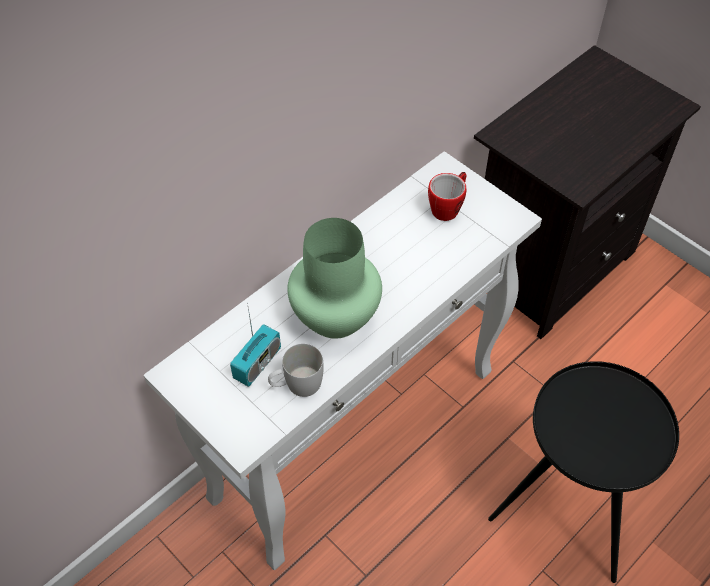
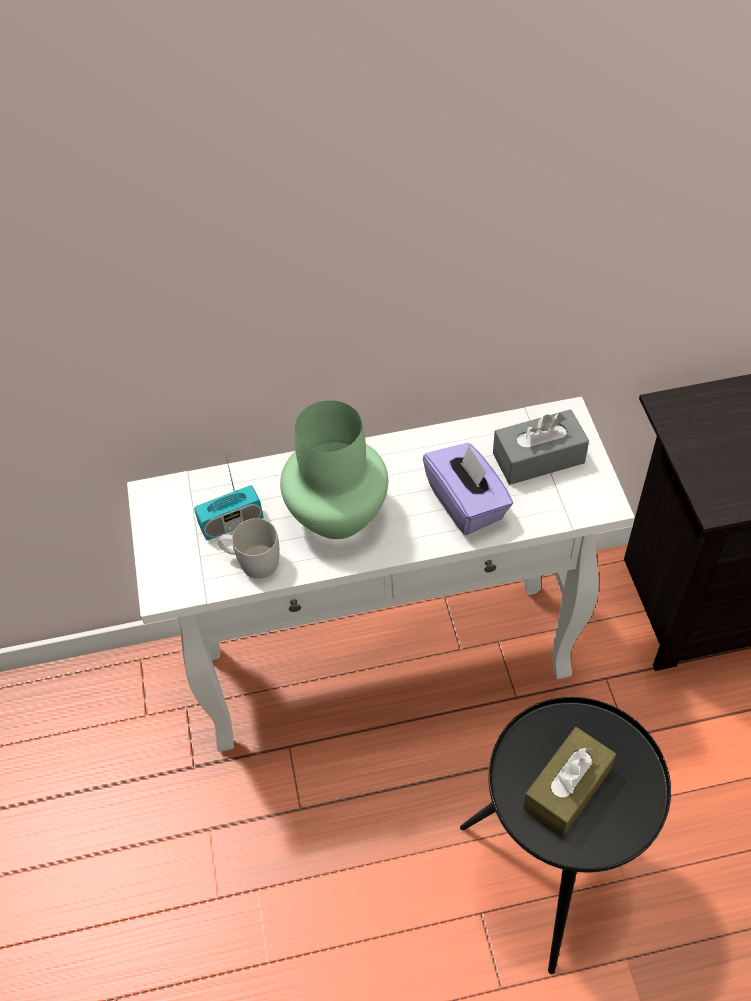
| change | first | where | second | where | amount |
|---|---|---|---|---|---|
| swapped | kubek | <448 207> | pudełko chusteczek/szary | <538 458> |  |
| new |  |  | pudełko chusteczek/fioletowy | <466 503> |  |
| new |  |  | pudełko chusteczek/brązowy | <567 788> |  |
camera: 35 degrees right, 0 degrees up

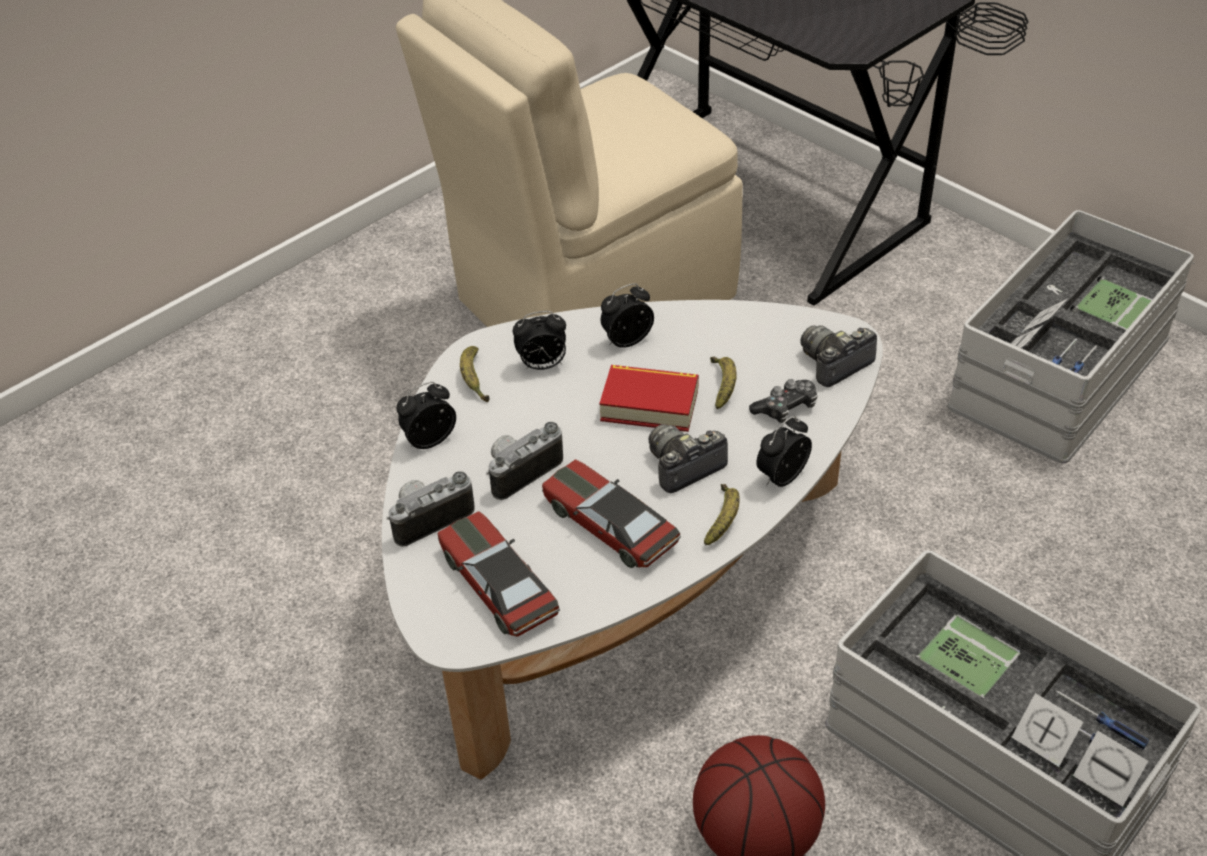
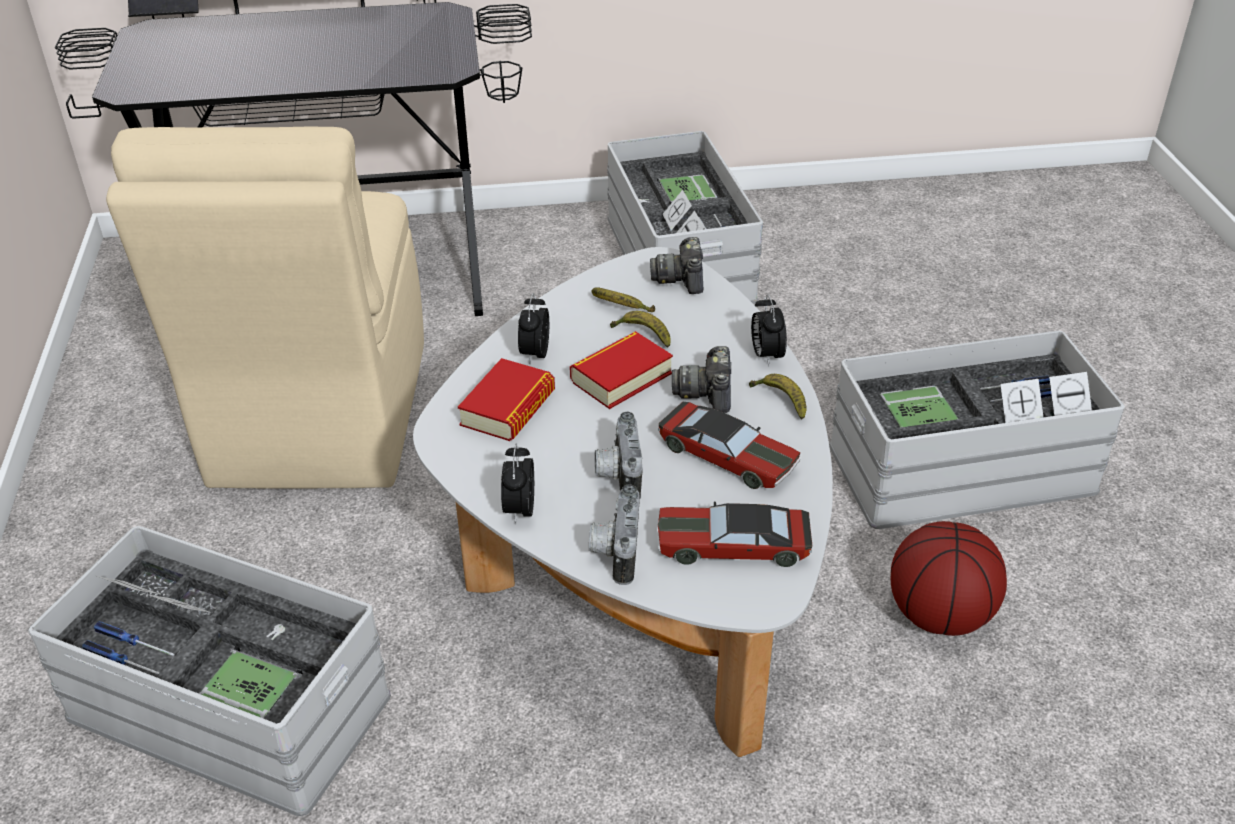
| change | first | where | second | where | amount |
|---|---|---|---|---|---|
| shifted | banan | <474 379> |  | <620 308> |  |
| swapped | budzik | <542 365> | książka | <508 408> |  |
| rotated | samochodzik | <610 524> |  | <728 456> | 135 degrees counterclockwise |
| gone | pad do gier | <786 408> |  |  |  |
| new |  |  | pojemnik do przechowywania/szary | <226 707> |  |
camera: 55 degrees left, 5 degrees down

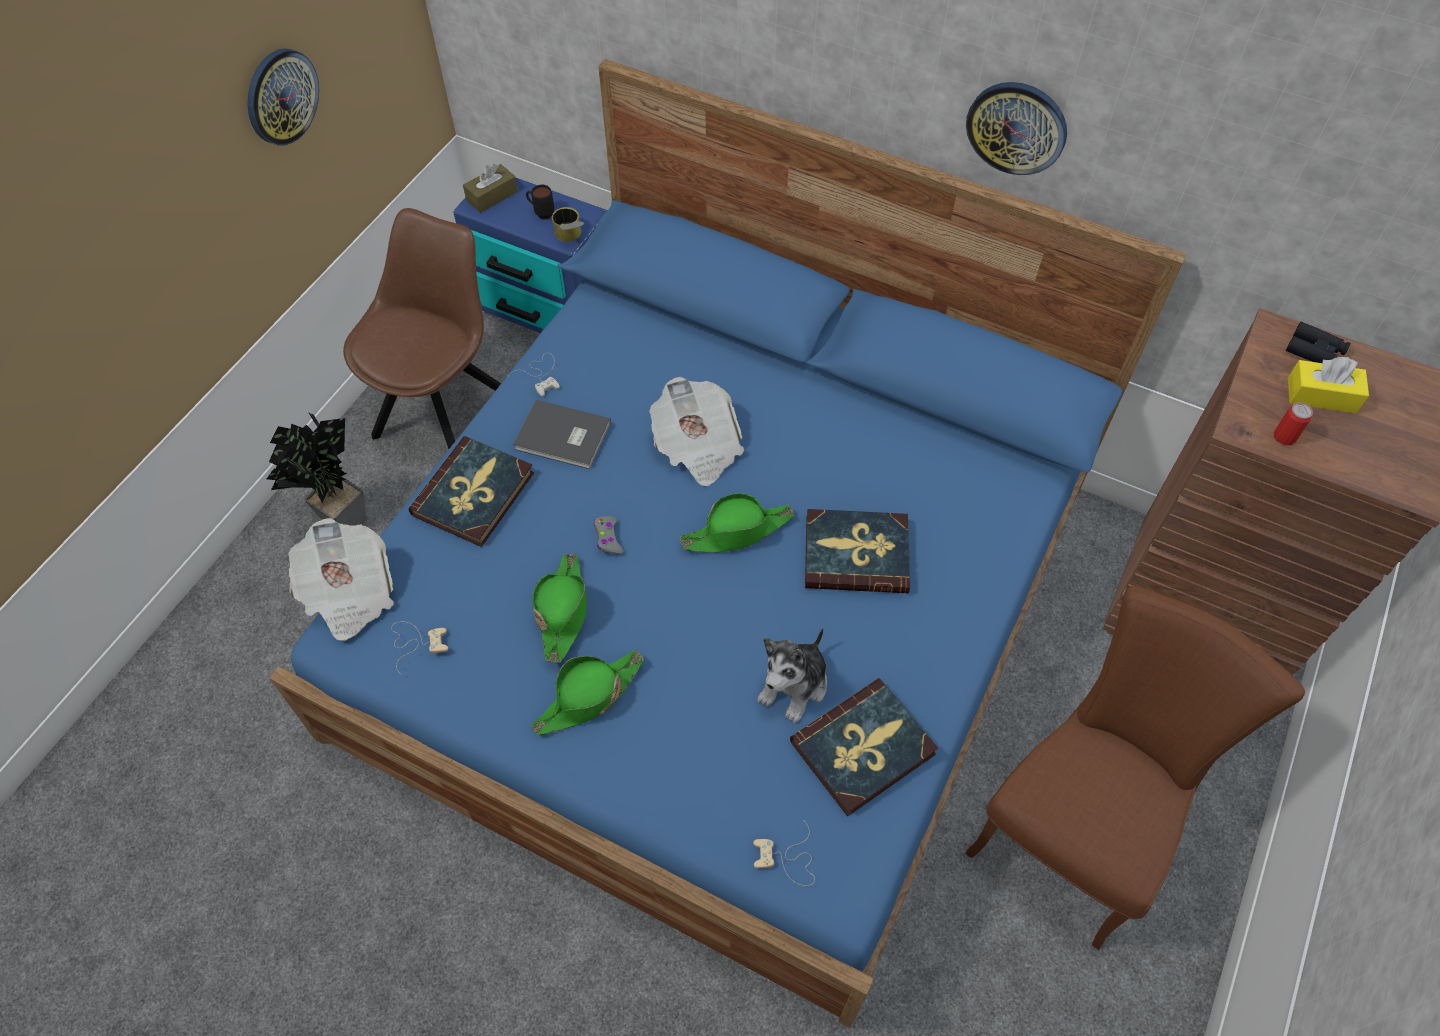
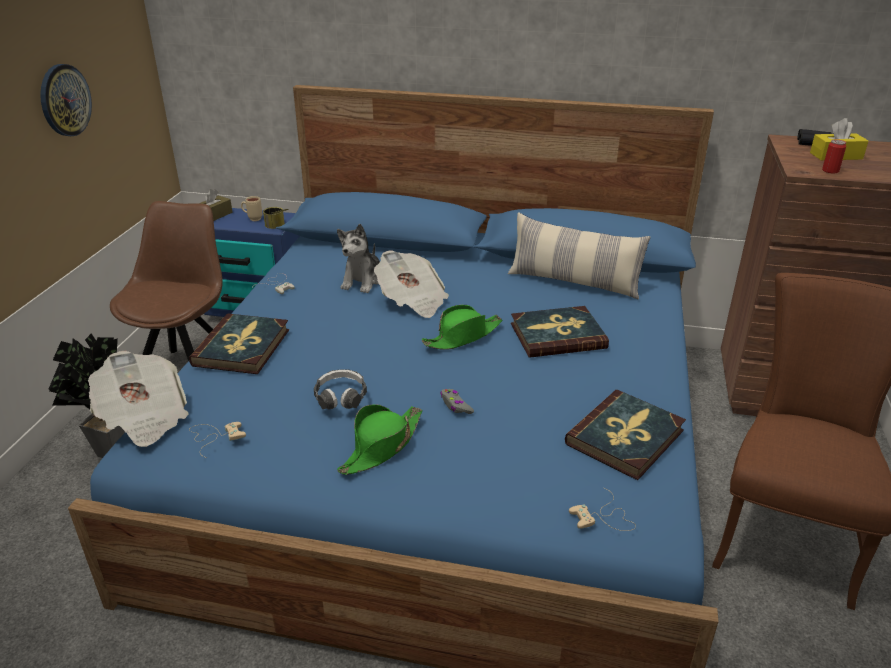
| change | first | where | second | where | amount |
|---|---|---|---|---|---|
| gone | książka/szary | <563 438> |  |  |  |
| repainted | kubek/czarny | <541 213> | kubek/beżowy | <252 219> |  |
| swapped | kapelusz/zielony | <563 610> | słuchawki | <341 396> |  |
| shifted | pad do gier/szary | <608 538> |  | <455 405> |  |
| shifted | pluszak | <794 685> |  | <363 281> |  |
| gone | zegar ścienny | <1017 127> |  |  |  |
| new |  |  | poduszka | <573 282> |  |
camera: 15 degrees left, 25 degrees down

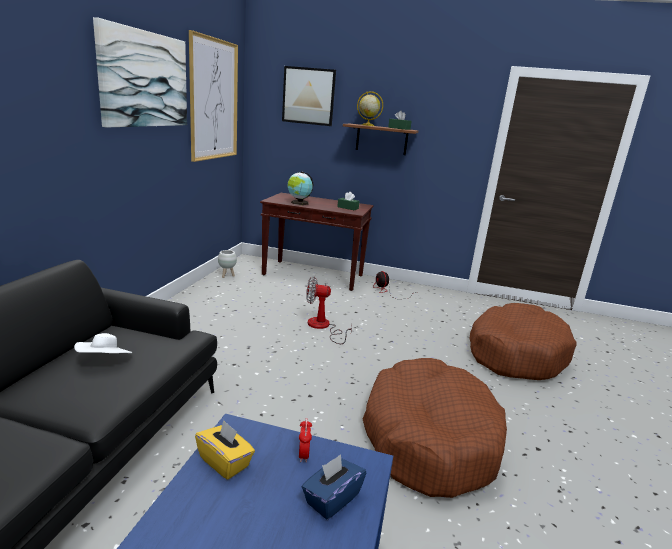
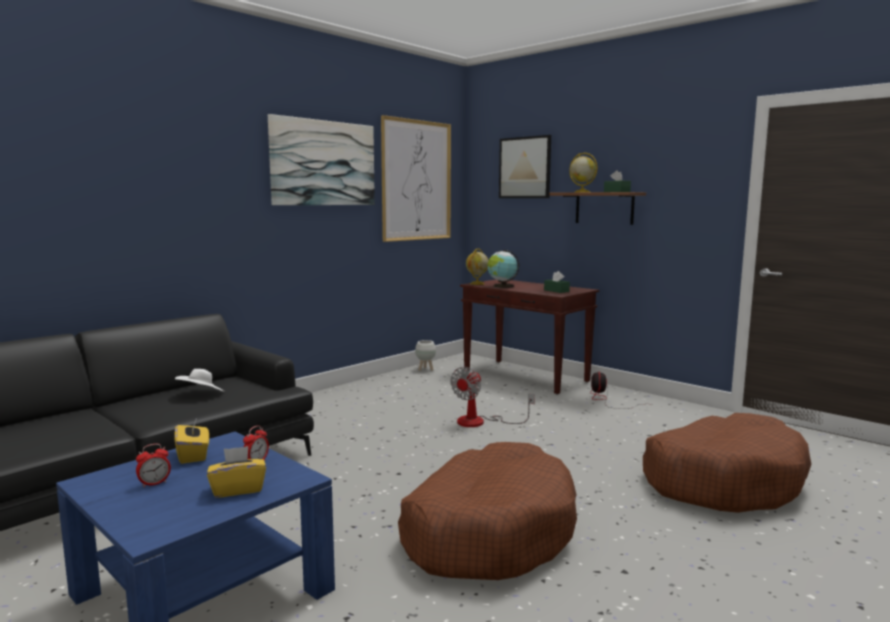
| change | first | where | second | where | amount |
|---|---|---|---|---|---|
| repainted | pudełko chusteczek/niebieski | <331 499> | pudełko chusteczek/żółty | <238 489> |  |
| rotated | wentylator | <323 327> |  | <480 422> | 90 degrees counterclockwise |
| new |  |  | budzik | <154 483> |  |
| new |  |  | globus | <477 284> |  |
camera: 30 degrees right, 10 degrees down

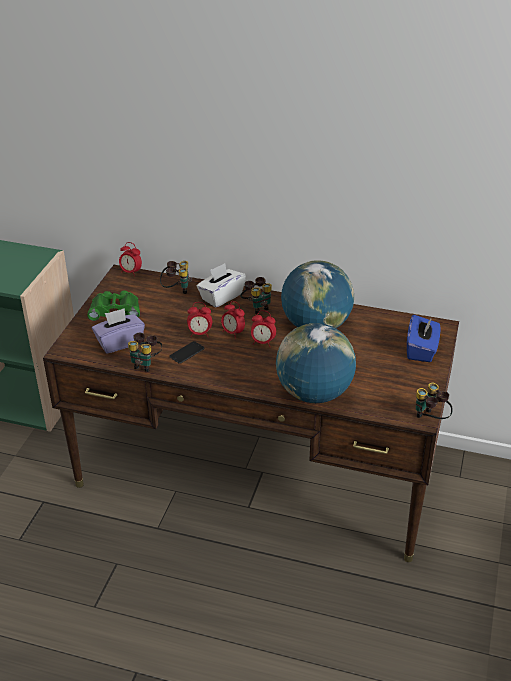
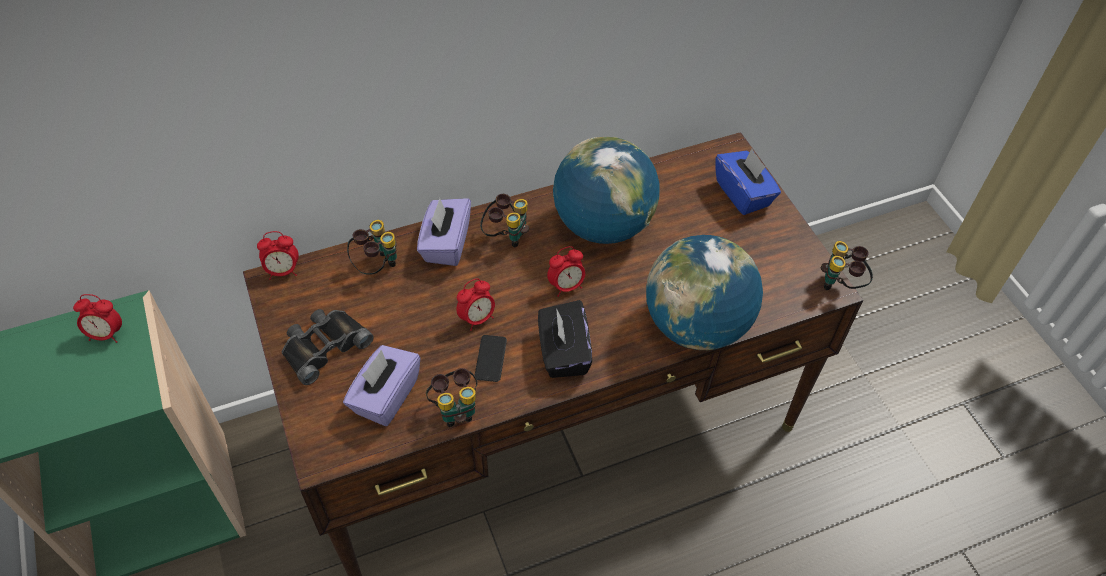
| change | first | where | second | where | amount |
|---|---|---|---|---|---|
| repainted | lornetka/zielony | <115 309> | lornetka/czarny | <324 346> |  |
| repainted | pudełko chusteczek/biały | <221 296> | pudełko chusteczek/fioletowy | <446 244> |  |
| shifted | budzik | <233 333> |  | <106 334> |  |
| new |  |  | pudełko chusteczek/czarny | <563 353> |  |
camera: 40 degrees left, 15 degrees up

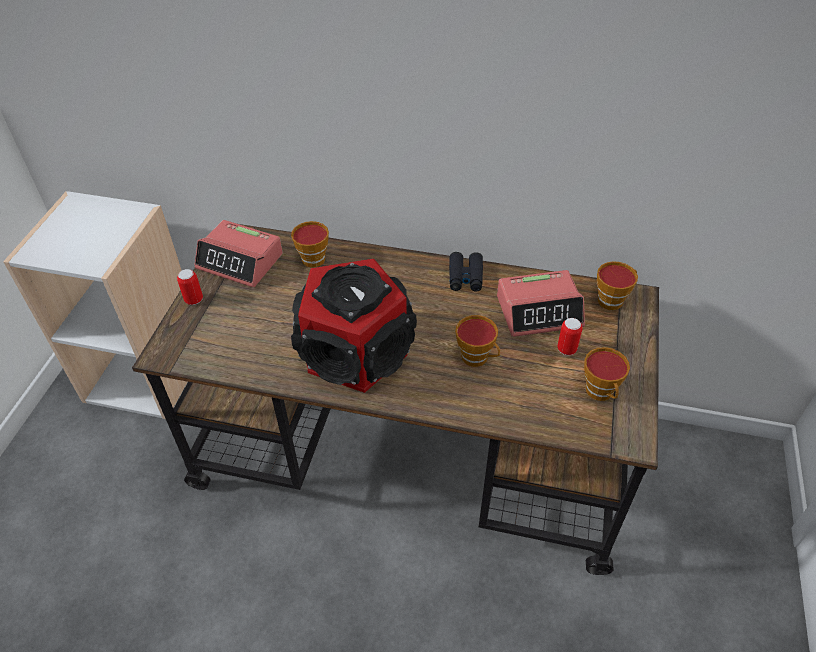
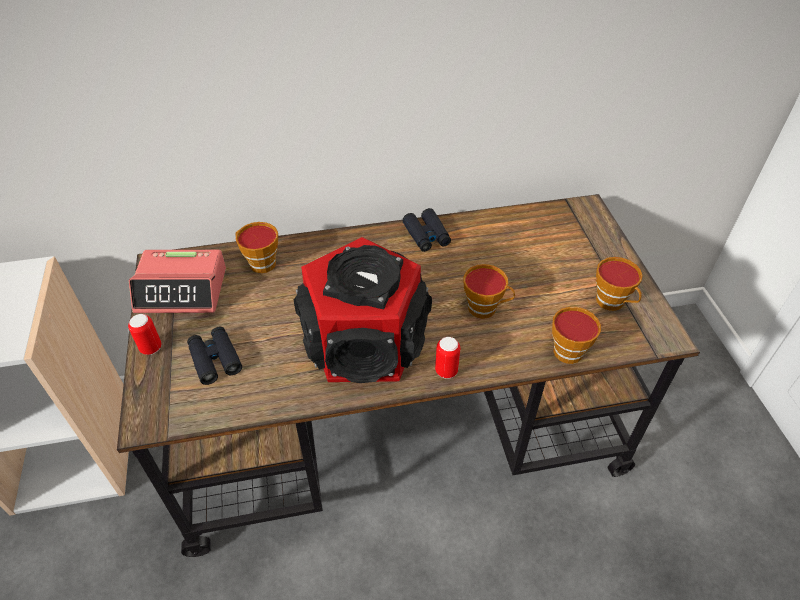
| change | first | where | second | where | amount |
|---|---|---|---|---|---|
| gone | budzik | <539 311> |  |  |  |
| shifted | puszka | <566 349> |  | <446 371> |  |
| shifted | filiżanka | <612 299> |  | <569 349> |  |
| new |  |  | lornetka/czarny | <215 359> |  |
camera: 25 degrees left, 0 degrees up

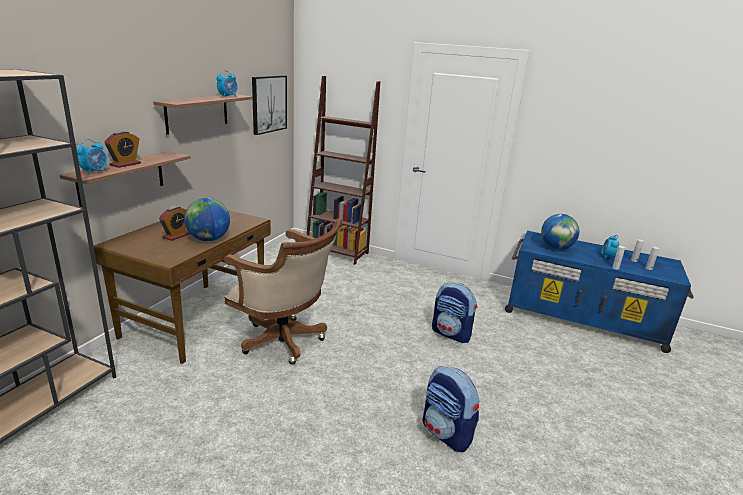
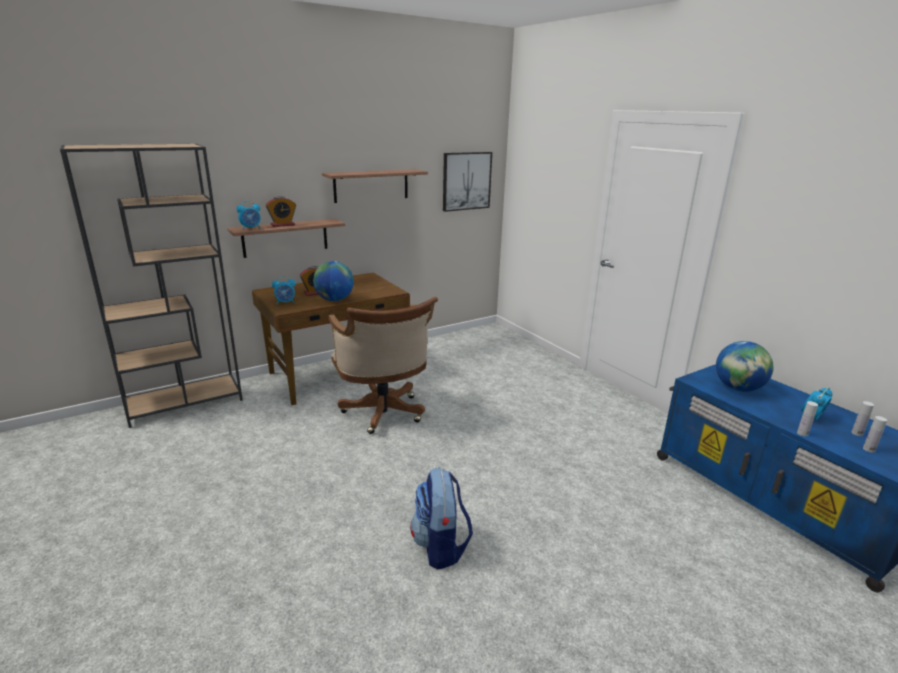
| change | first | where | second | where | amount |
|---|---|---|---|---|---|
| shifted | budzik | <228 97> |  | <285 302> |  |
| gone | regał/brązowy | <337 252> |  |  |  |
| gone | plecak | <451 334> |  |  |  |
camera: 35 degrees right, 0 degrees up

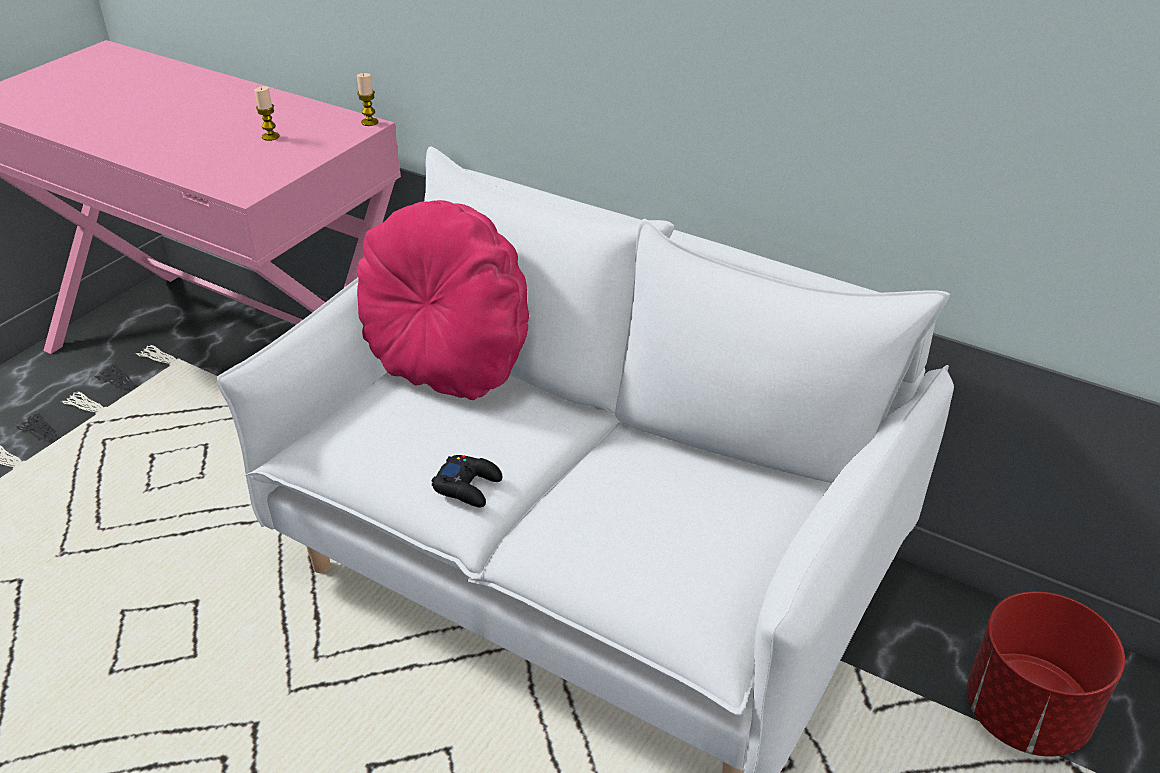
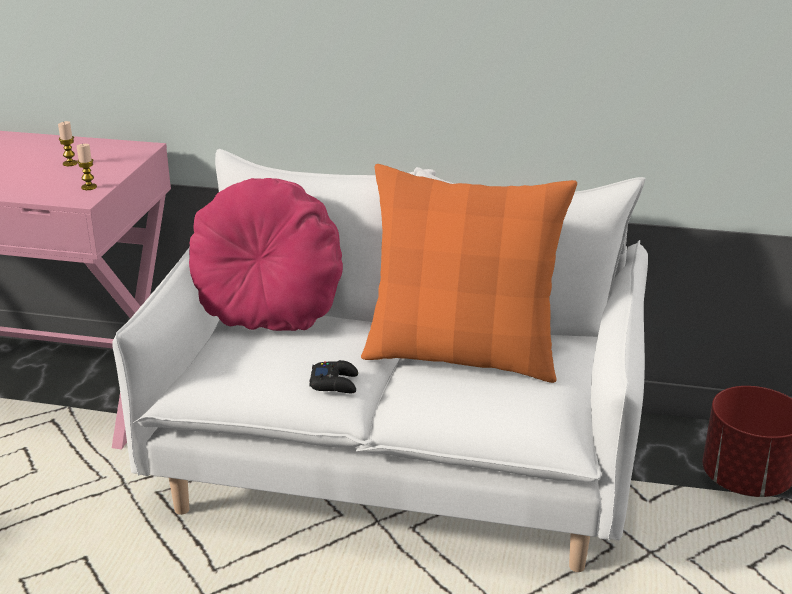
| change | first | where | second | where | amount |
|---|---|---|---|---|---|
| shifted | świeca | <369 122> |  | <89 187> |  |
| new |  |  | poduszka/pomarańczowy | <461 355> |  |
camera: 20 degrees left, 10 degrees down

